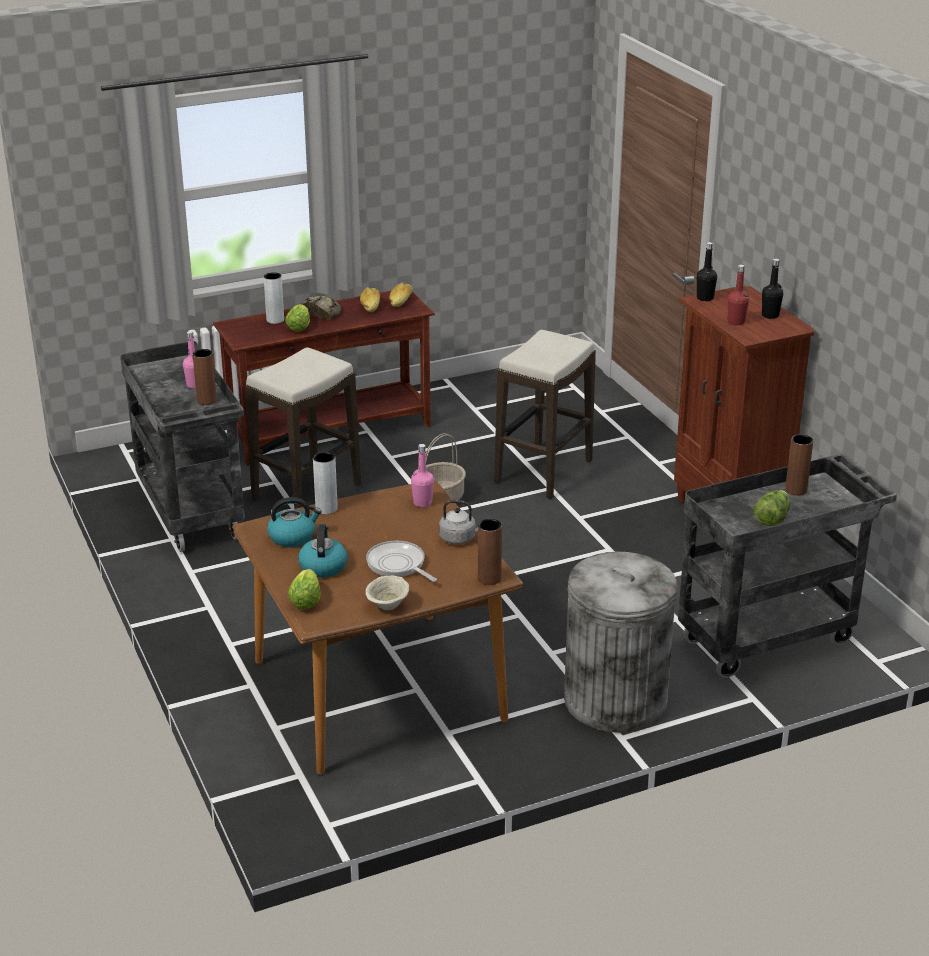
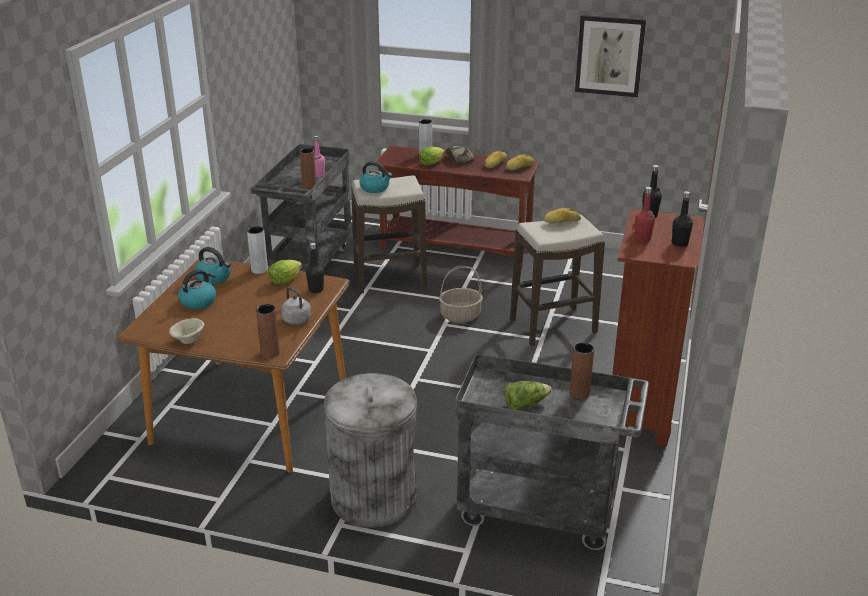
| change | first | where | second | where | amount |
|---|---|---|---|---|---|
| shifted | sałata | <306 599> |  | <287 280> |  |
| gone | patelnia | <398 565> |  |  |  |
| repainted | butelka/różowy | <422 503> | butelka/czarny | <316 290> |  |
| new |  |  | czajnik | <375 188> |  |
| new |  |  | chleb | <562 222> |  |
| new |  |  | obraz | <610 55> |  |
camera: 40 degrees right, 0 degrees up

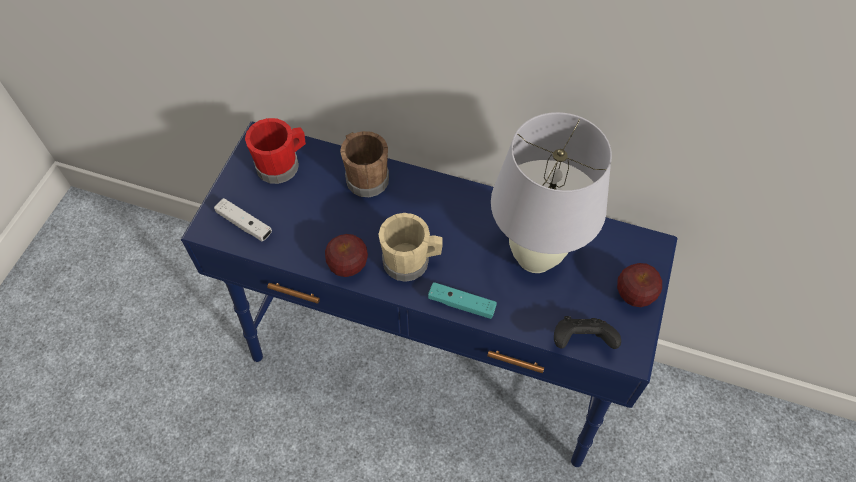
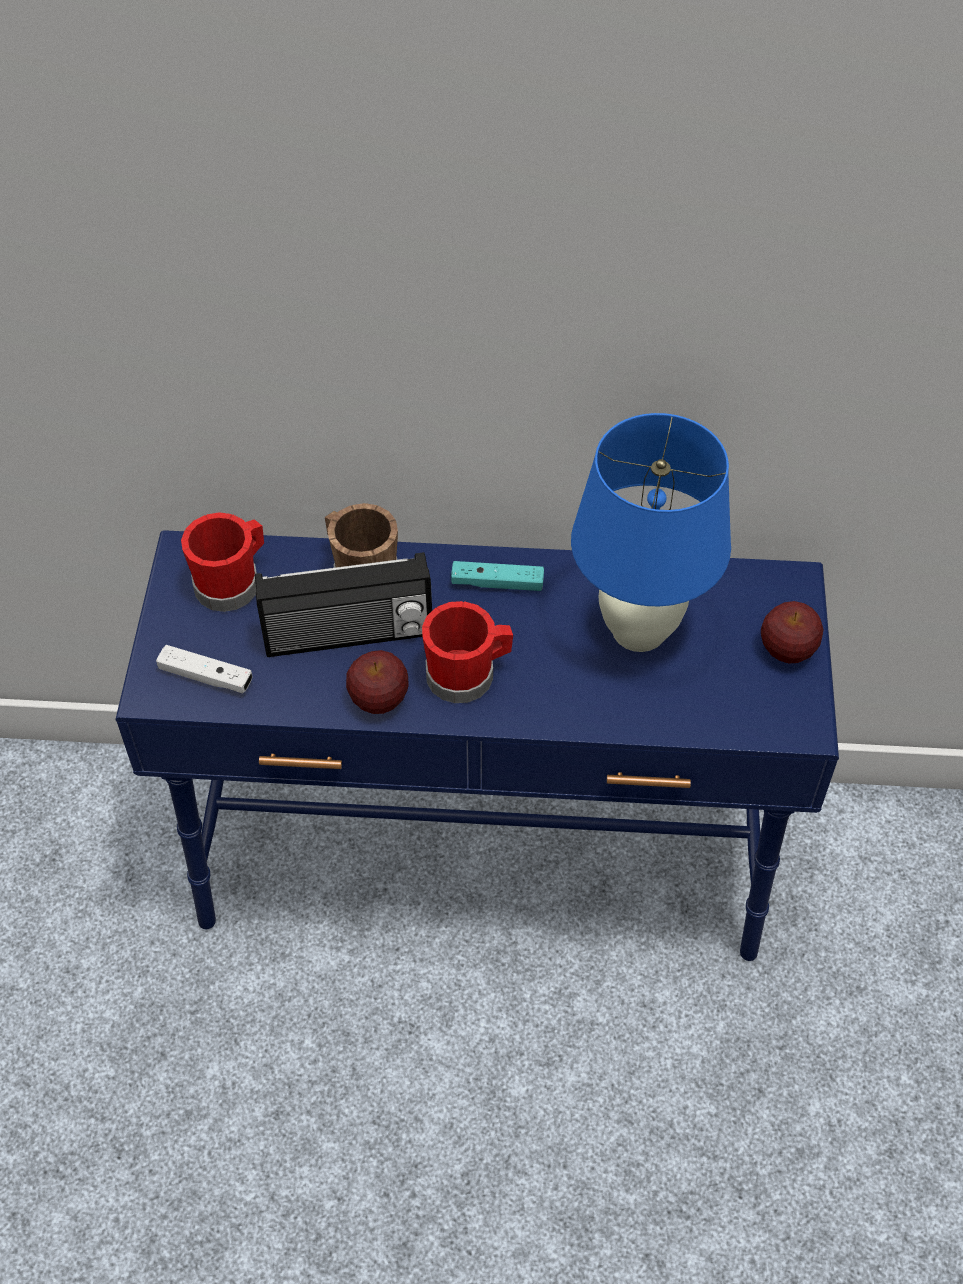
| change | first | where | second | where | amount |
|---|---|---|---|---|---|
| repainted | kubek/beżowy | <411 261> | kubek/czerwony | <468 674> |  |
| shifted | pad do gier/turkusowy | <461 304> |  | <497 583> |  |
| repainted | lampa stołowa/biały | <536 257> | lampa stołowa/niebieski | <639 630> |  |
| gone | pad do gier/czarny | <581 341> |  |  |  |
| new |  |  | radio | <349 636> |  |
camera: 15 degrees left, 5 degrees down

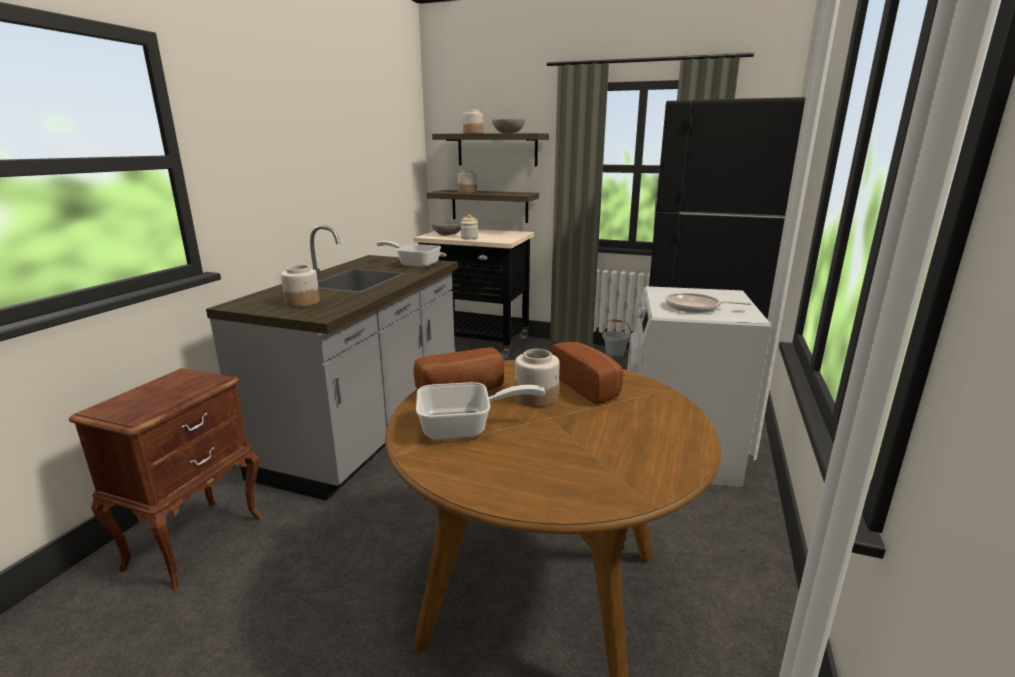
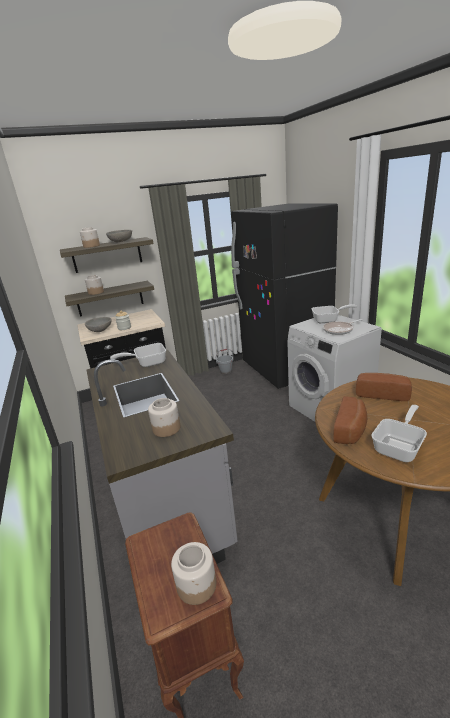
| change | first | where | second | where | amount |
|---|---|---|---|---|---|
| shifted | słoik | <537 397> |  | <197 584> |  |
| new |  |  | patelnia | <328 320> |  |
camera: 40 degrees left, 5 degrees up

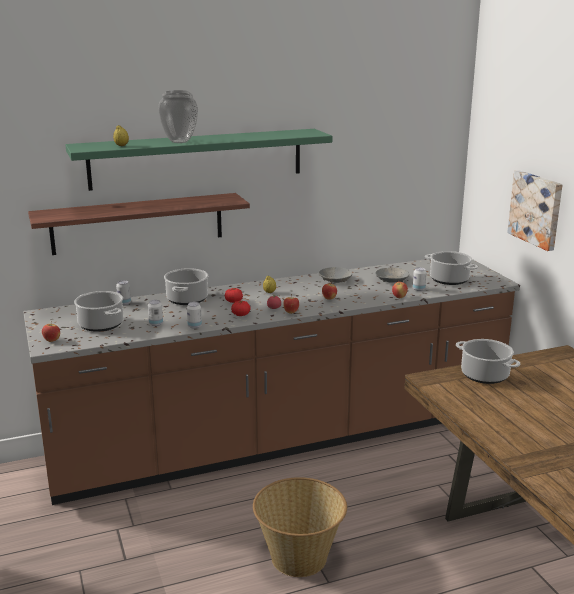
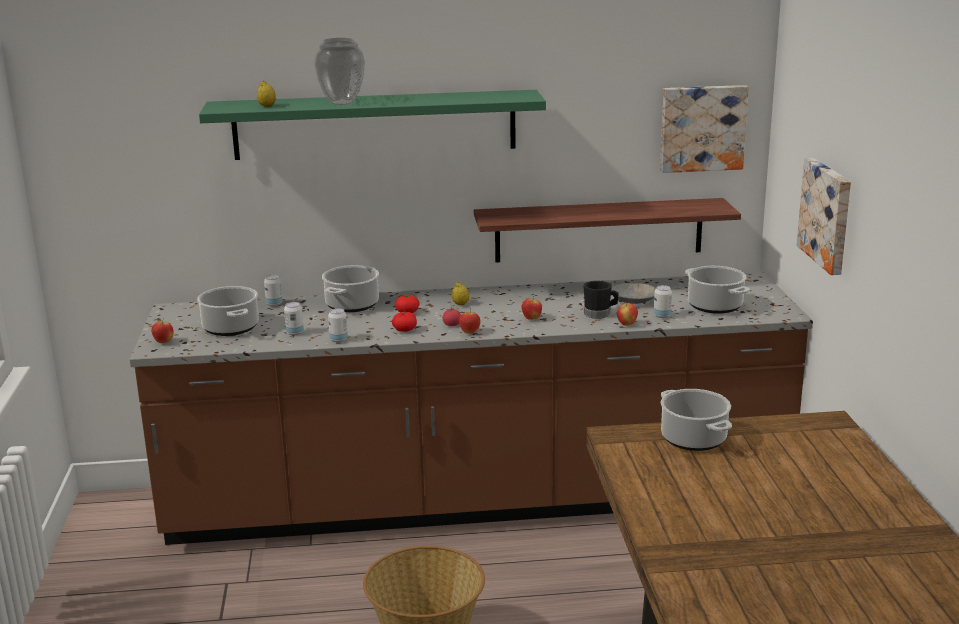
| change | first | where | second | where | amount |
|---|---|---|---|---|---|
| shifted | półka | <138 223> |  | <599 230> |  |
| gone | miska/szary | <335 280> |  |  |  |
| new |  |  | kubek/czarny | <600 314> |  |
| new |  |  | obraz | <702 128> |  |
camera: 15 degrees right, 0 degrees up

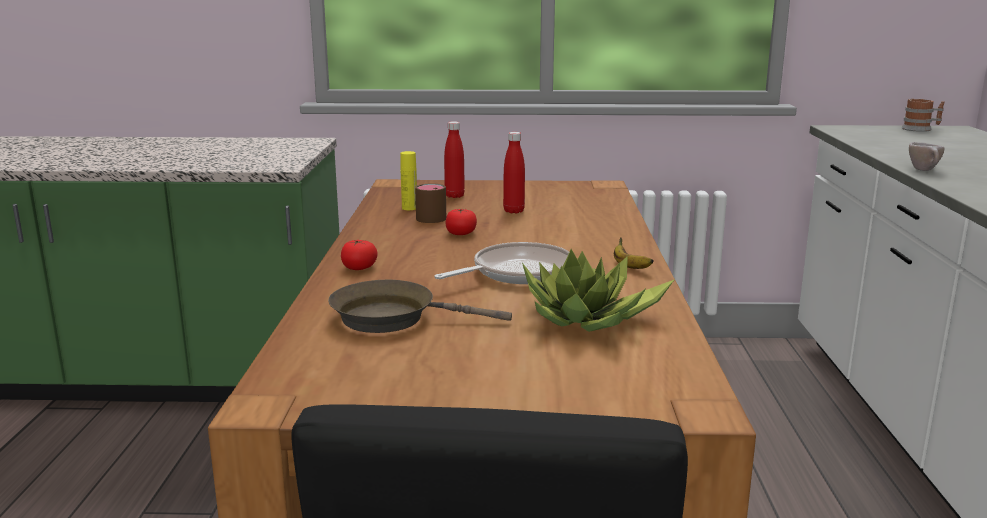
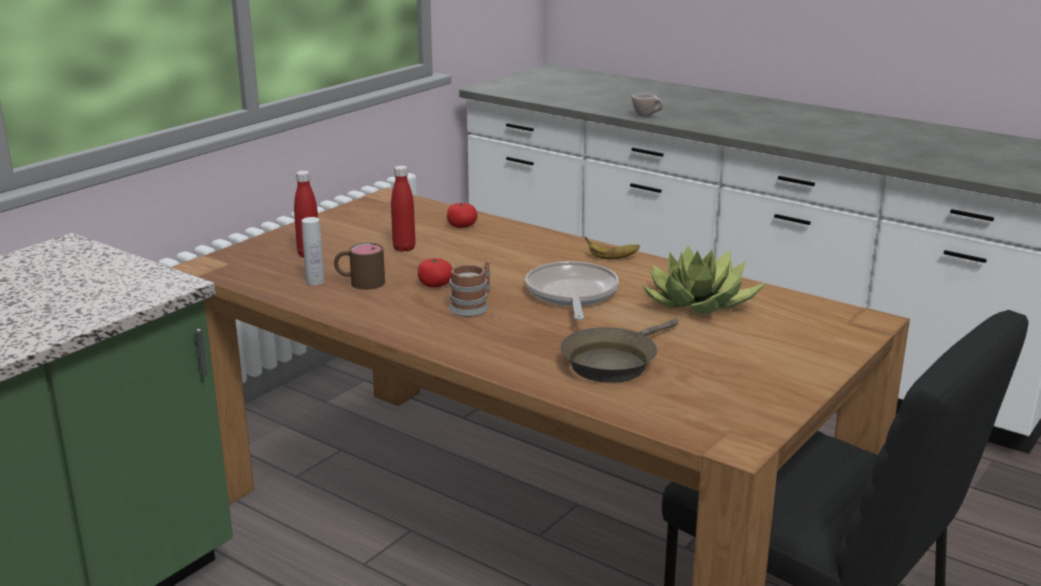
| change | first | where | second | where | amount |
|---|---|---|---|---|---|
| shifted | pomidor | <359 268> |  | <462 225> |  |
| repainted | butelka/żółty | <409 208> | butelka/biały | <315 281> |  |
| shifted | kubek | <921 129> |  | <473 306> |  |
camera: 55 degrees left, 5 degrees up

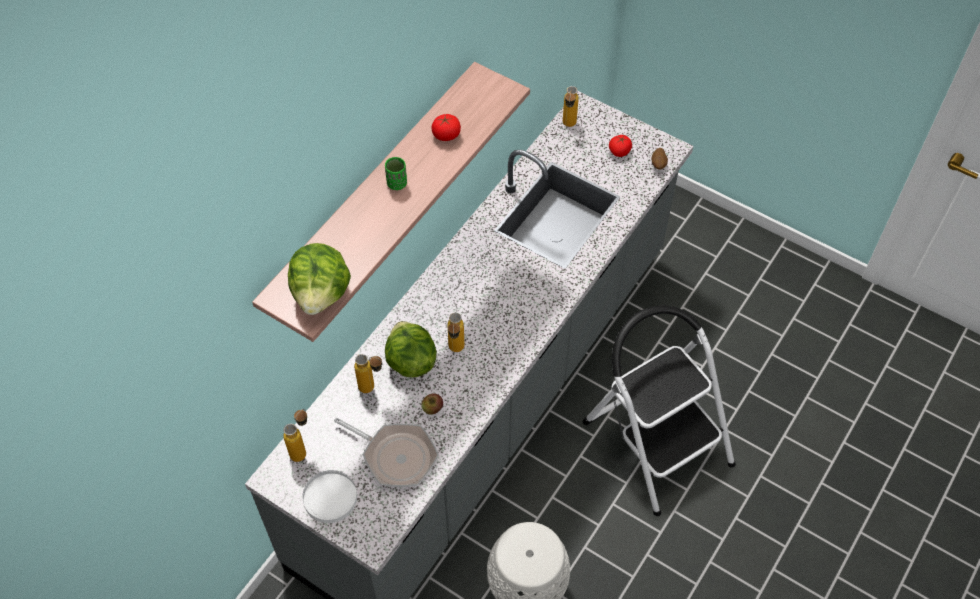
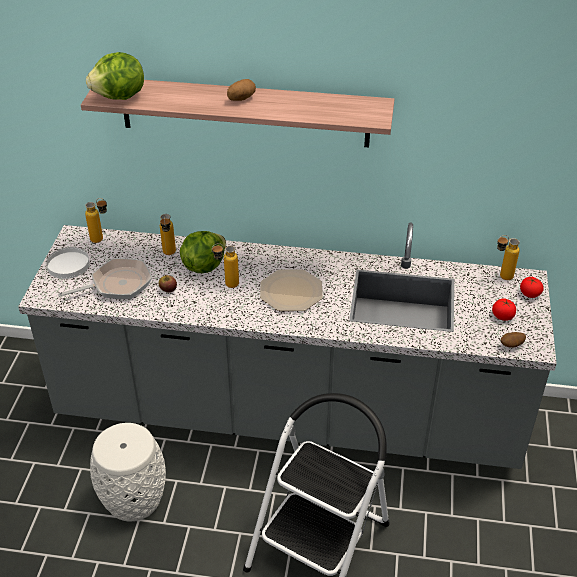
| change | first | where | second | where | amount |
|---|---|---|---|---|---|
| rotated | patelnia | <395 456> |  | <117 284> | 120 degrees counterclockwise |
| swapped | filiżanka/zielony | <397 183> | ziemniak | <241 98> |  |
| shifted | pomidor | <446 135> |  | <529 294> |  |
| new |  |  | talerz | <290 292> |  |
camera: 65 degrees right, 15 degrees down

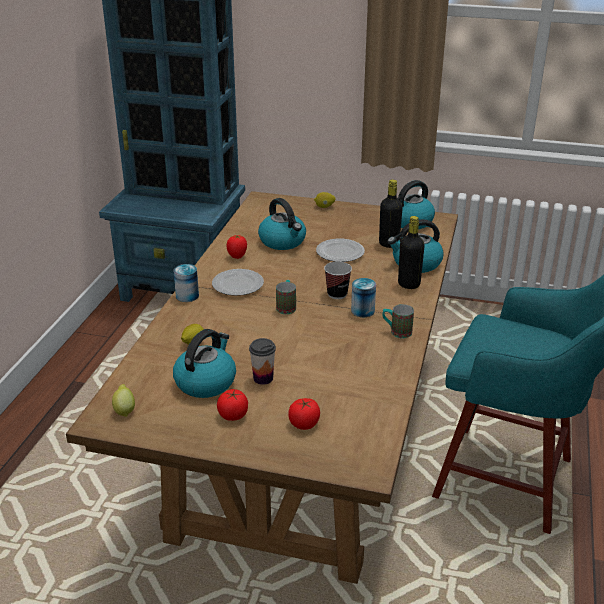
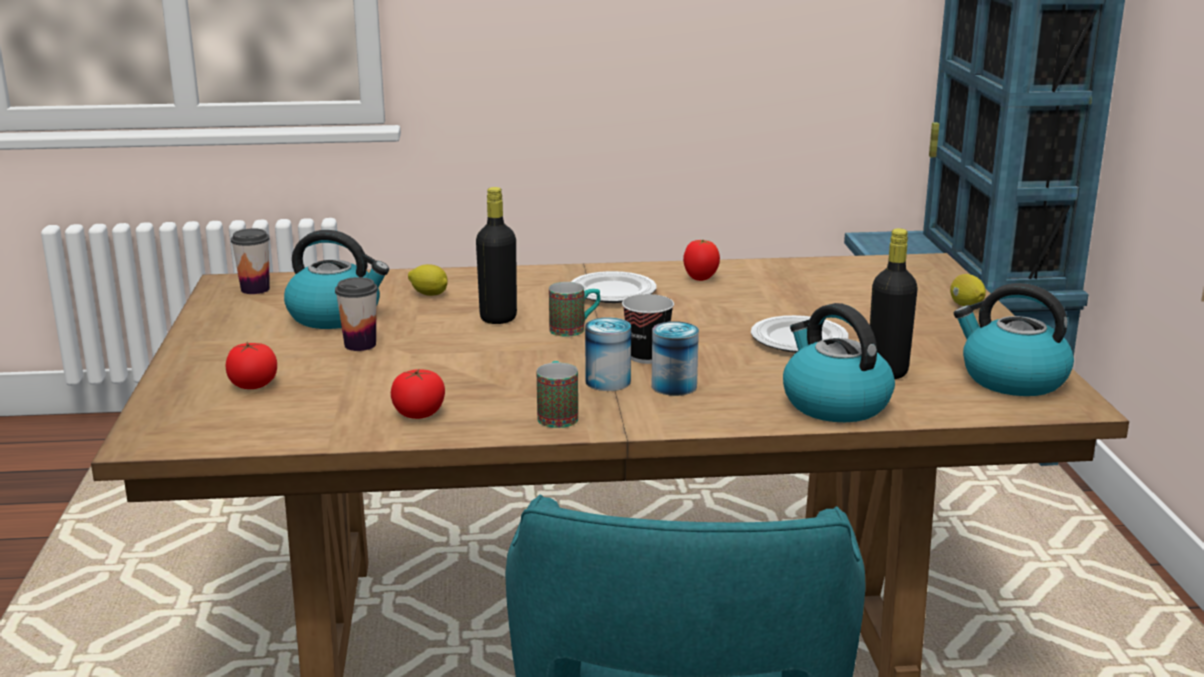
| change | first | where | second | where | amount |
|---|---|---|---|---|---|
| swapped | cytryna | <124 410> | filiżanka | <255 289> |  |
| shifted | puszka | <187 296> |  | <674 386> |  |
| shifted | pomidor | <233 415> |  | <418 413> |  |
| gone | czajnik | <283 241> |  |  |  |
| shifted | butelka/czarny | <409 284> |  | <498 318> |  |
camera: 70 degrees right, 10 degrees down

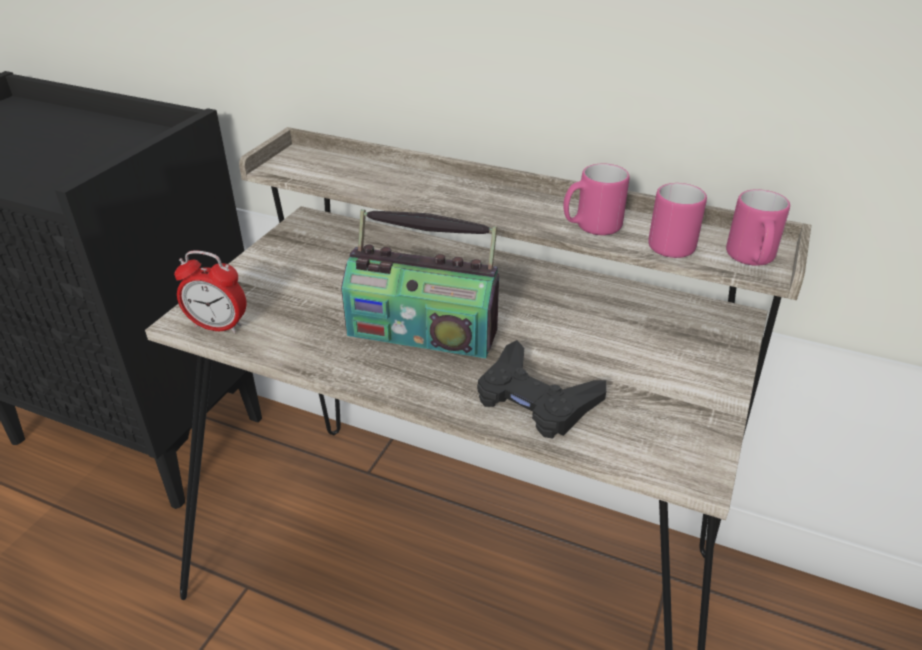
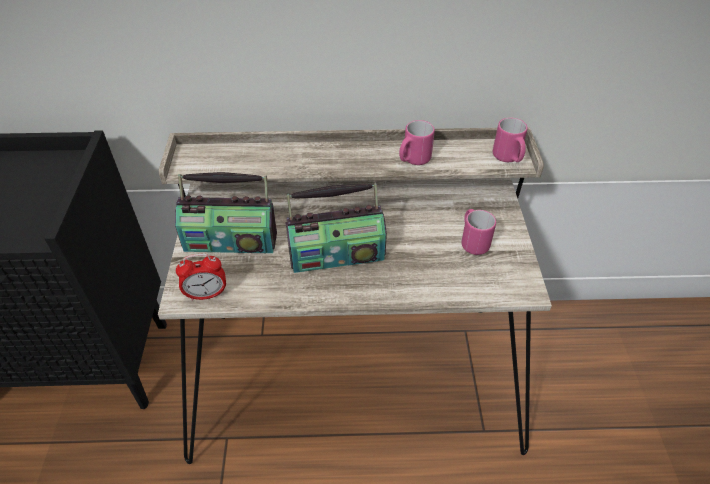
| change | first | where | second | where | amount |
|---|---|---|---|---|---|
| gone | pad do gier/czarny | <535 399> |  |  |  |
| shifted | kubek/różowy | <670 243> |  | <472 242> |  |
| new |  |  | radio | <231 240> |  |
camera: 25 degrees left, 10 degrees up

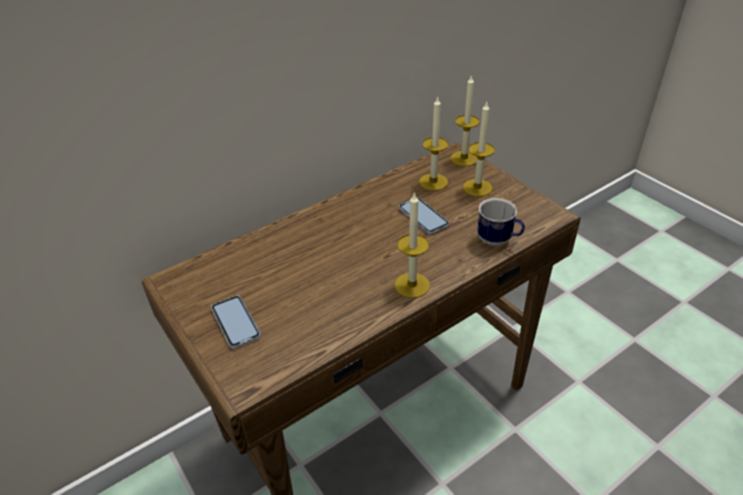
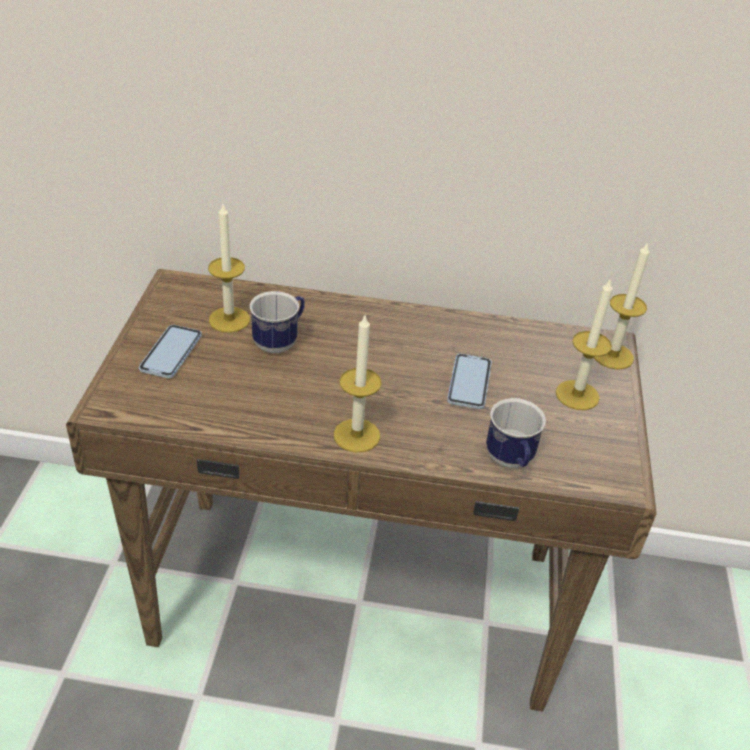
| change | first | where | second | where | amount |
|---|---|---|---|---|---|
| shifted | świeca | <433 182> |  | <229 319> |  |
| new |  |  | kubek | <280 342> |  |
camera: 40 degrees right, 0 degrees up

